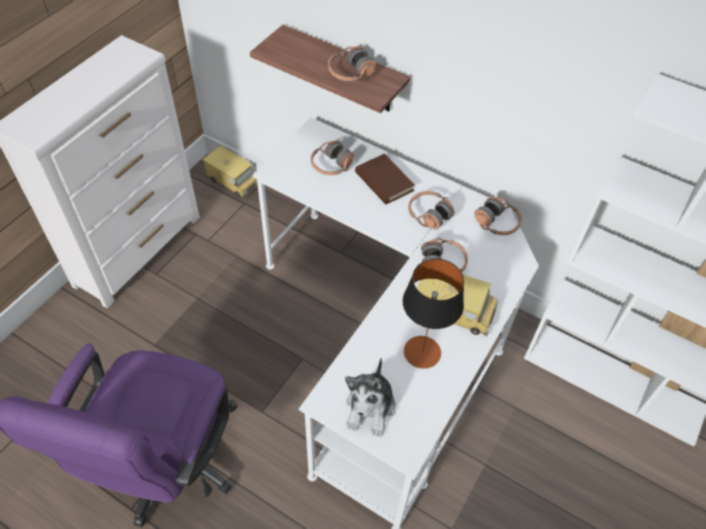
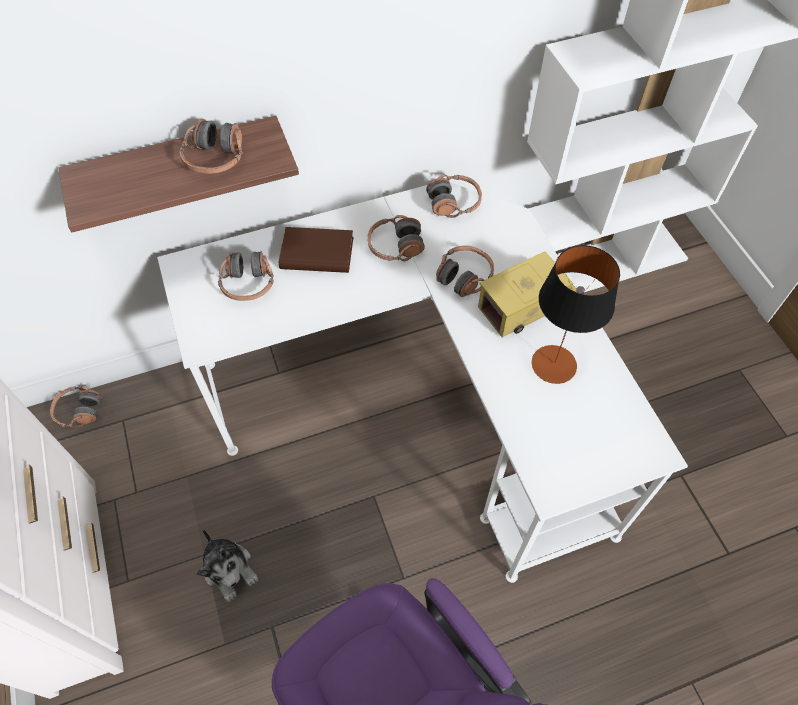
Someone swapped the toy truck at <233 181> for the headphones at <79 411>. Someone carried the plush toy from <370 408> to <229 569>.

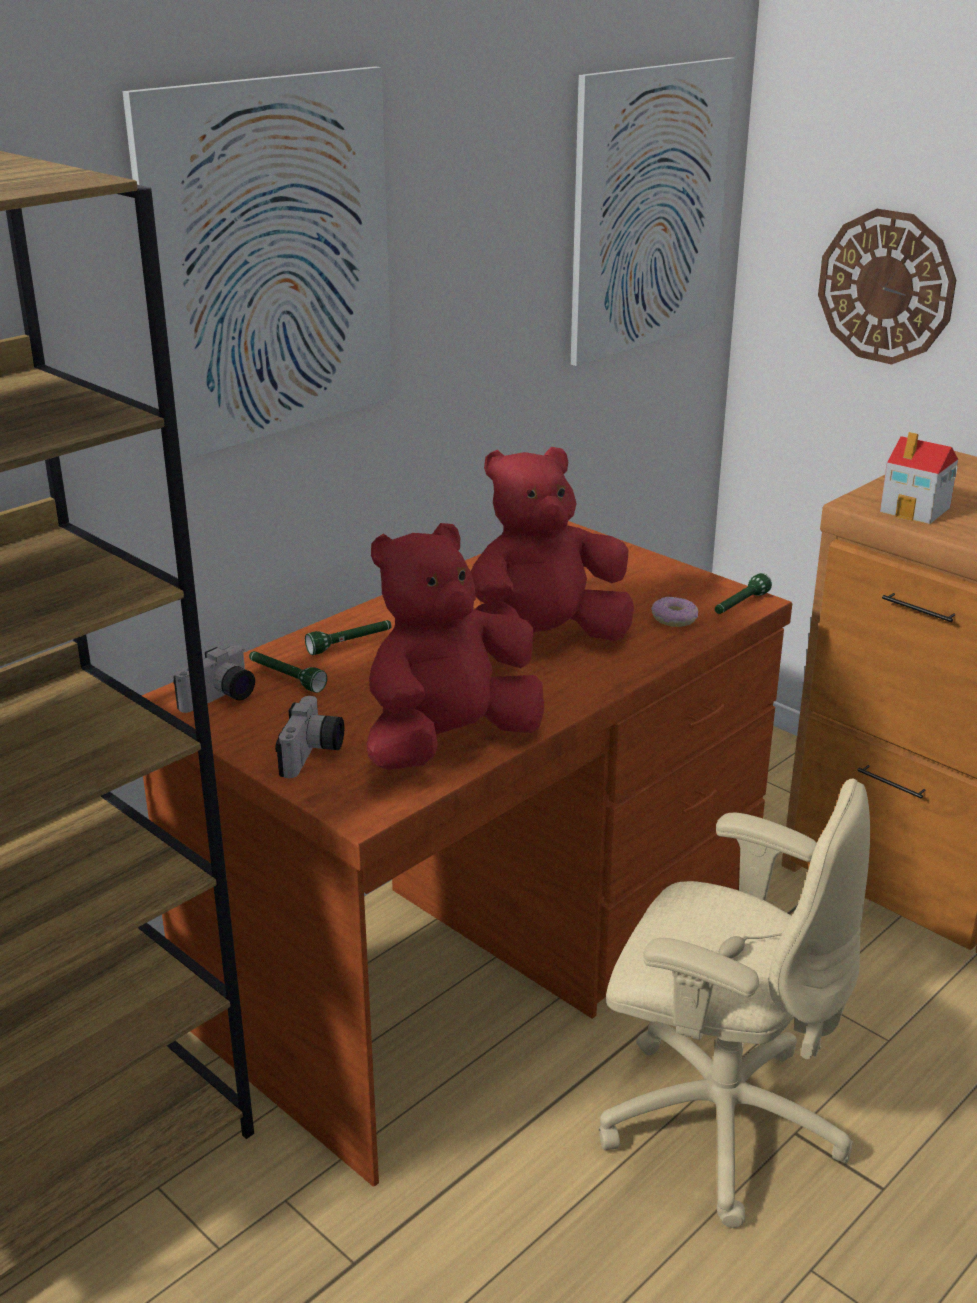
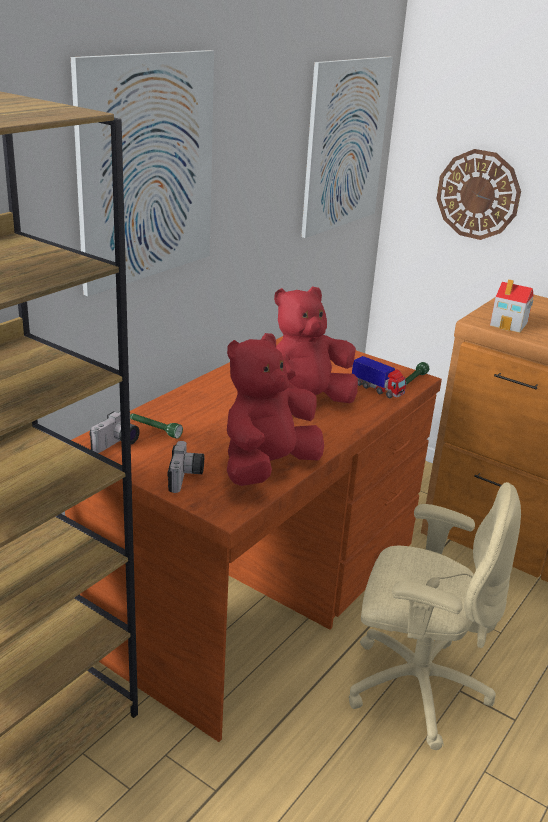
Someone swapped the donut at <674 618> for the toy truck at <377 389>. Someone took away the green flashlight at <350 644>.

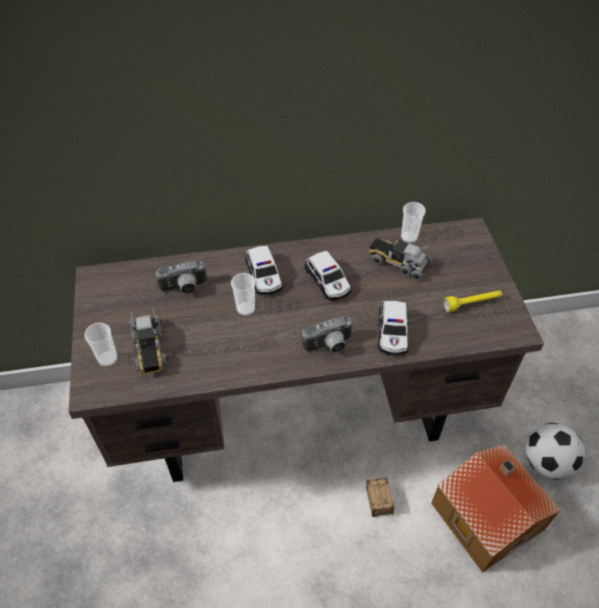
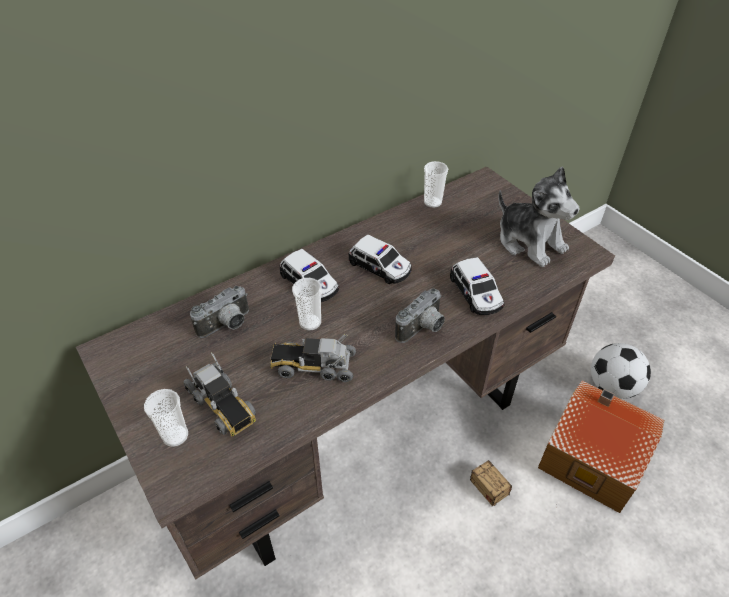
Someone carried the toy truck from <398 262> to <313 366>. Someone swapped the yellow flashlight at <472 303> for the plush toy at <530 242>.

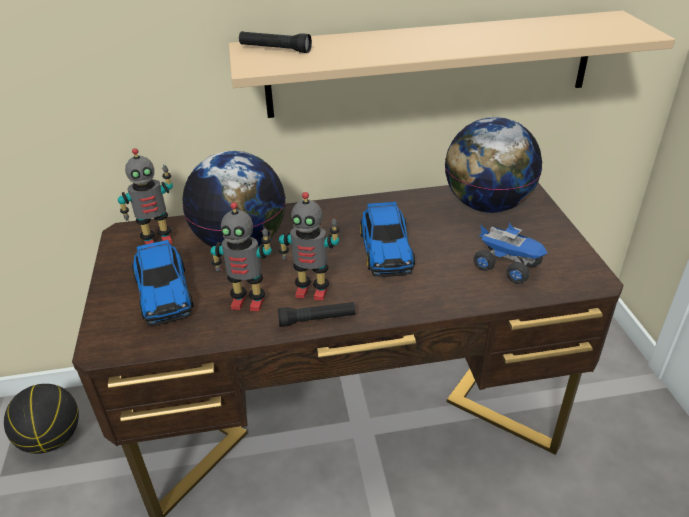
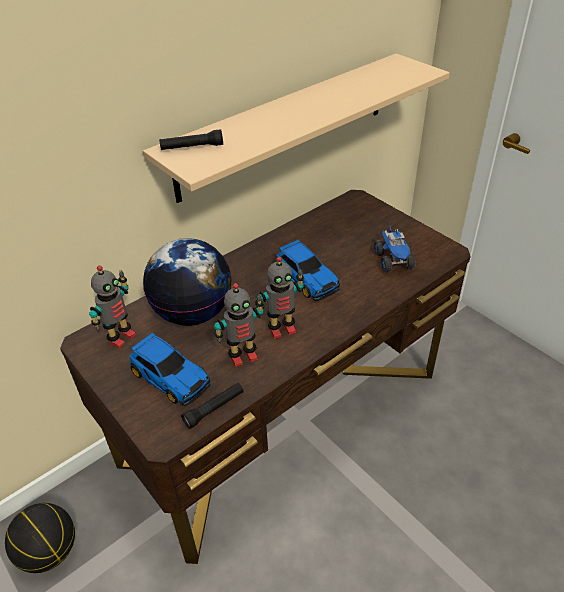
Someone carried the black flashlight from <317 319> to <214 409>. Someone rotated the toy truck at <507 267> by 75 degrees clockwise. Someone took away the globe at <486 205>.

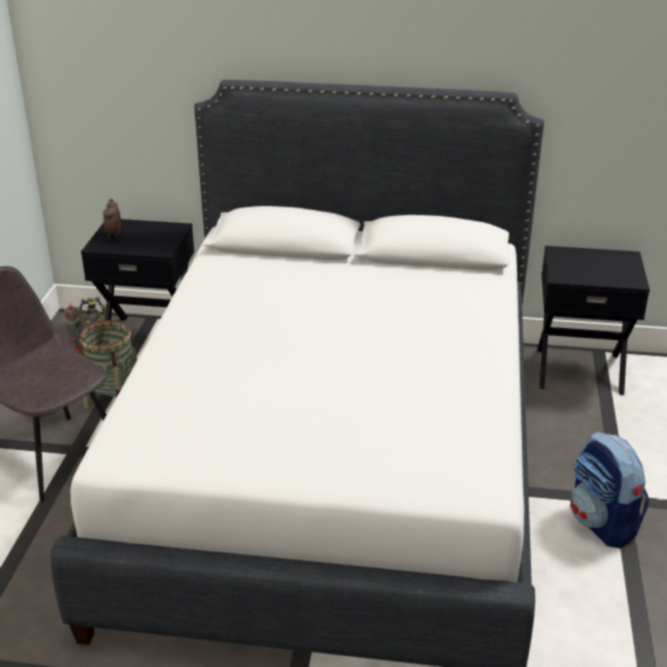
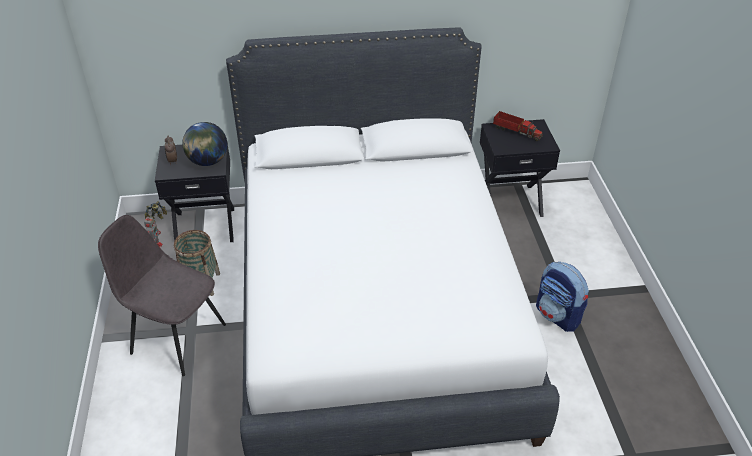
Someone put down the globe at <208 161>. Someone put down the toy truck at <516 131>.

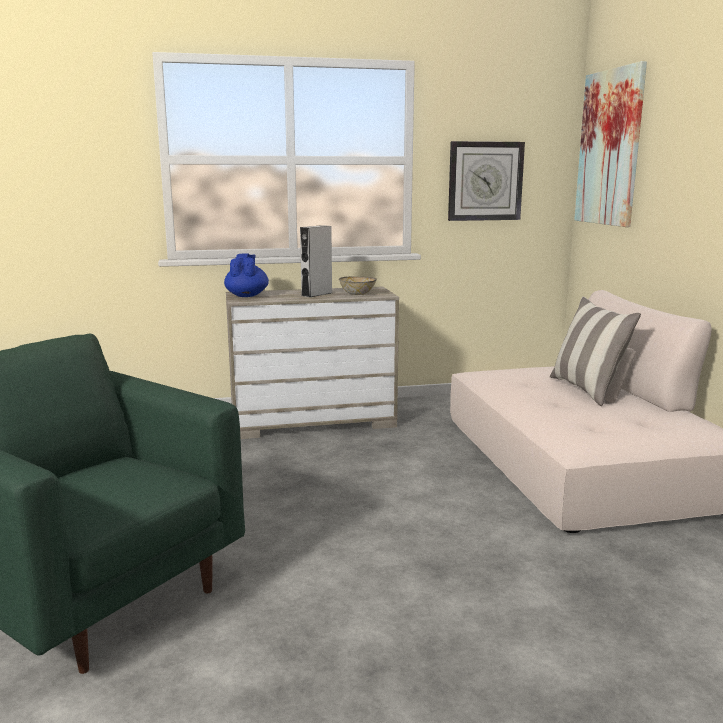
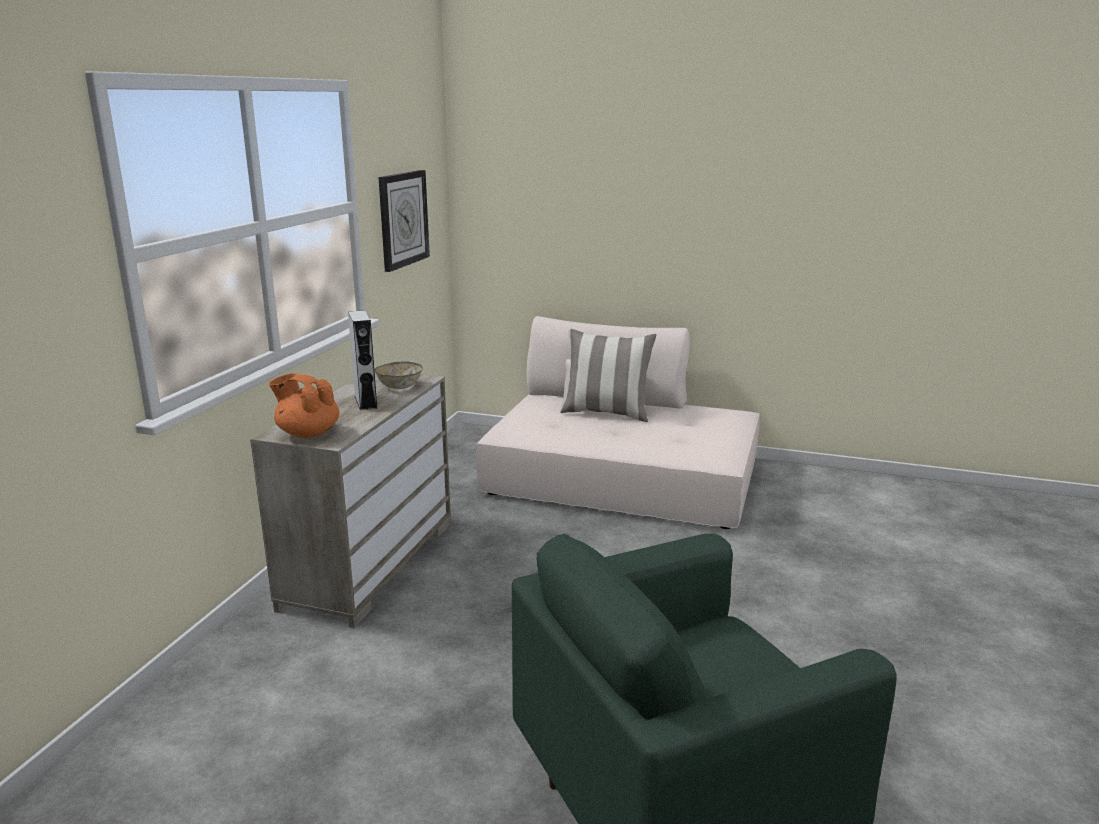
Someone repainted the blue teapot at <247 295>, which became the orange teapot at <308 433>. Someone took away the picture at <609 148>.

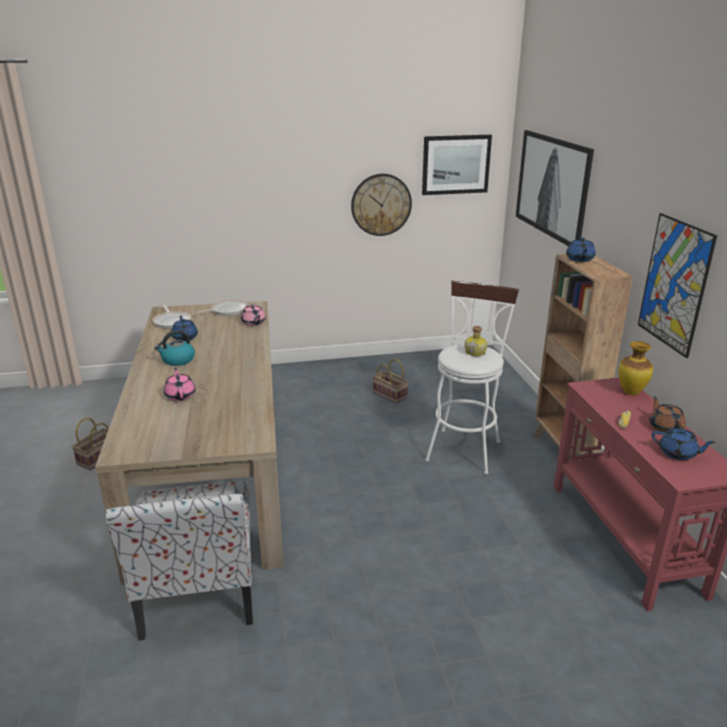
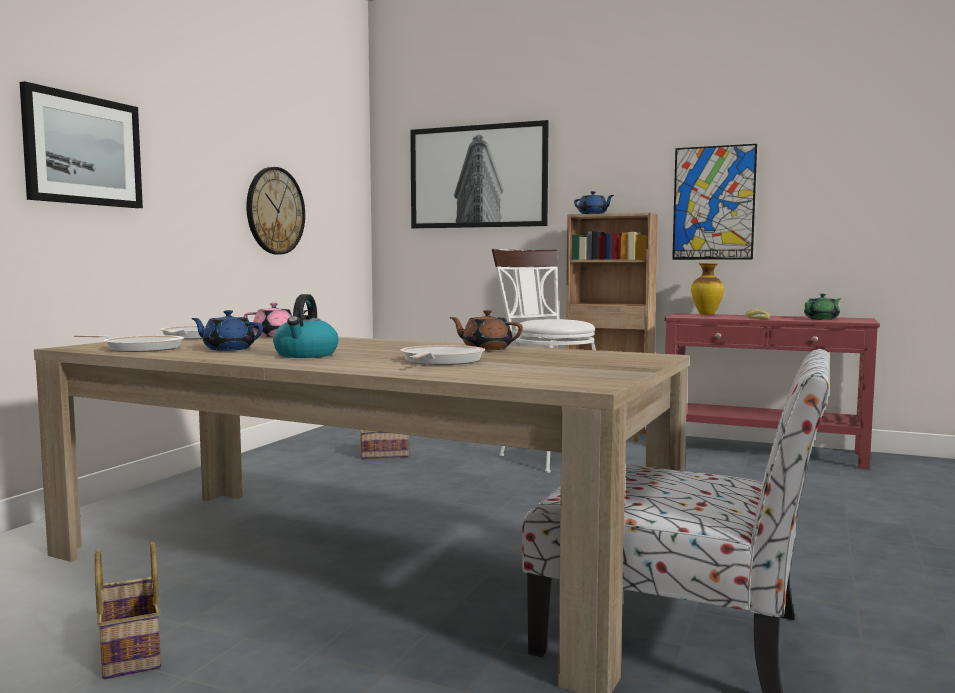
Someone carried the picture from <456 164> to <83 150>. Someone swapped the pink teapot at <180 395> for the frying pan at <440 361>. Someone carried the brown teapot from <665 427> to <486 349>. Someone repainted the blue teapot at <678 453>, which became the green teapot at <822 319>. Someone took away the bottle at <476 352>.

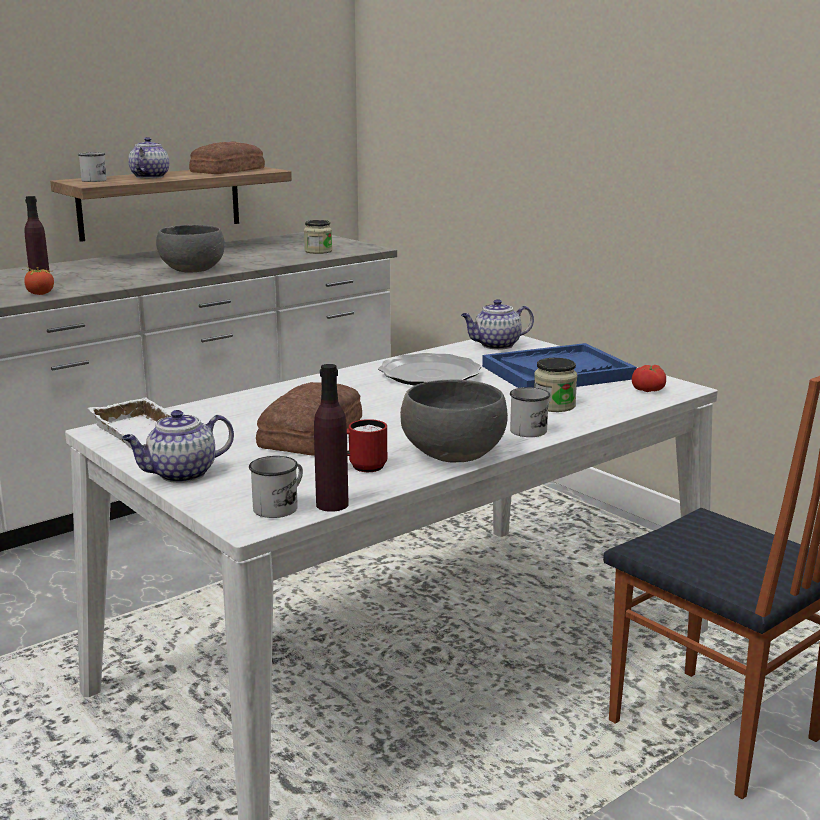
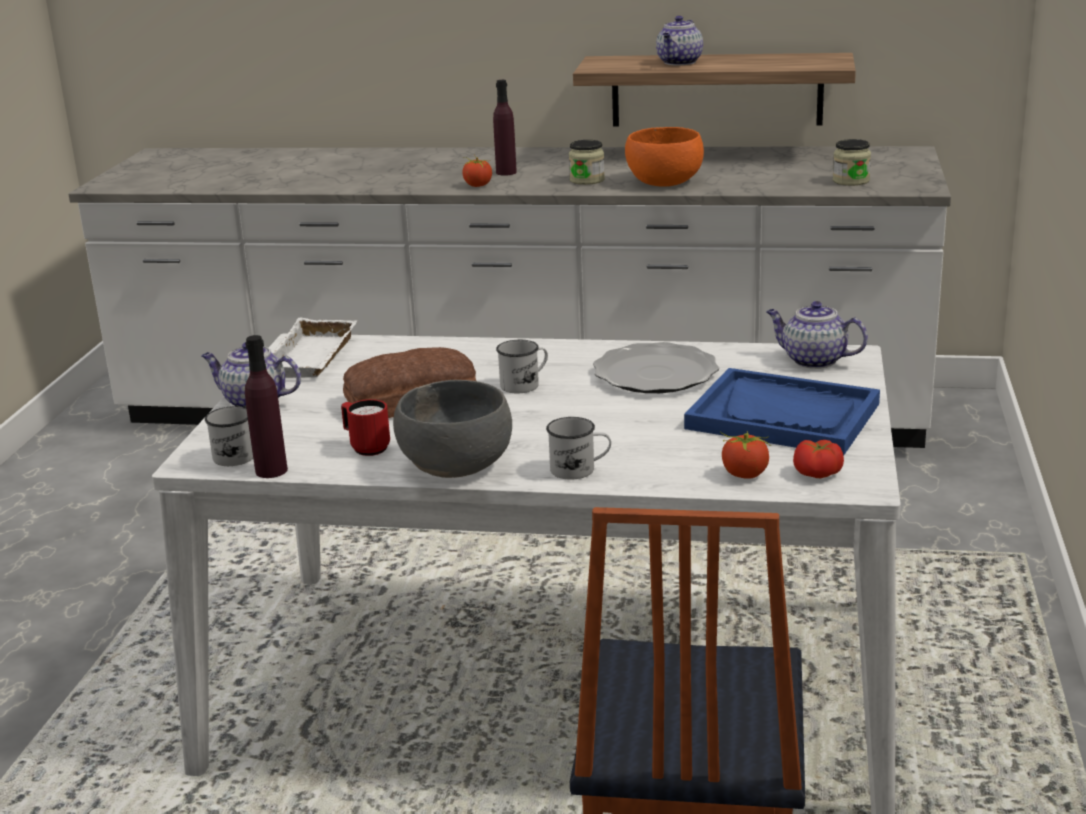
Someone carried the white mug from <95 180> to <525 384>. Someone carried the jar from <554 405> to <587 180>. Someone repainted the grey bowl at <192 269>, which became the orange bowl at <665 181>. Someone rotated the teapot at <150 177> by 150 degrees clockwise. Someone put down the tomato at <744 474>. Someone took away the bread at <226 170>.

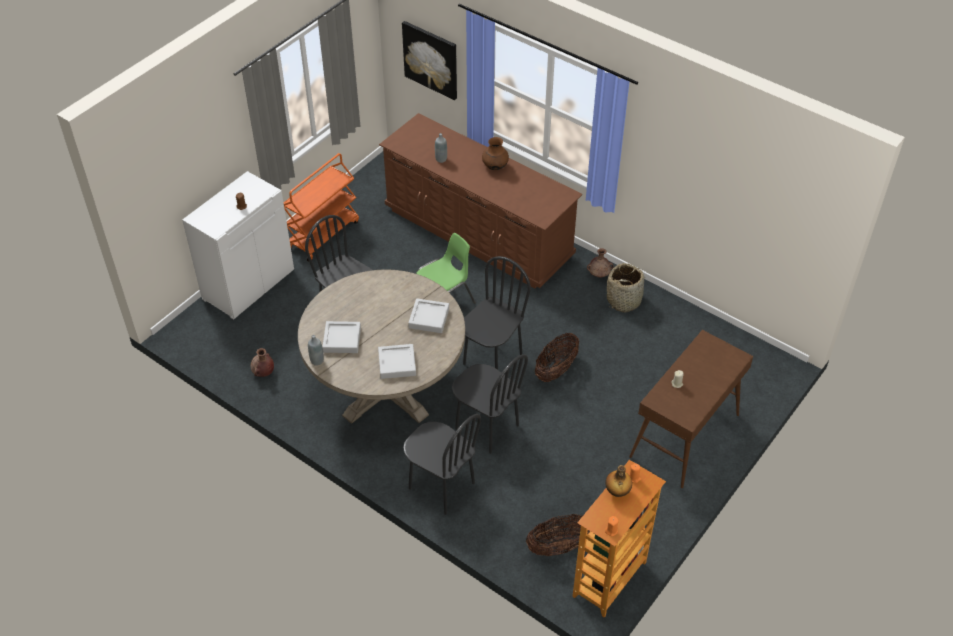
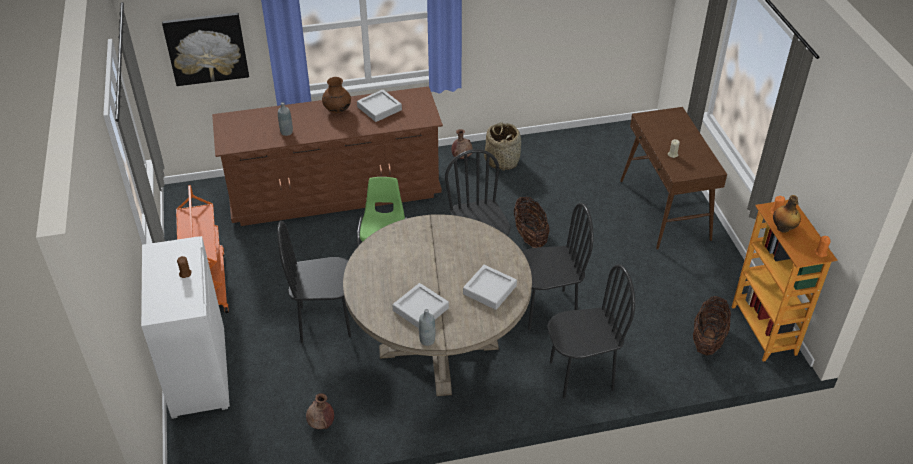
Someone carried the grey tray from <429 318> to <379 108>.

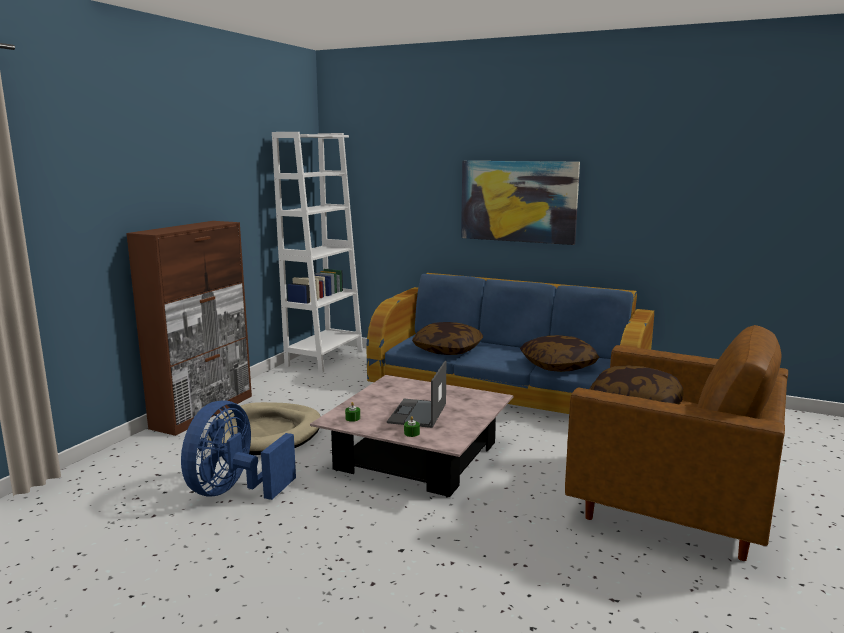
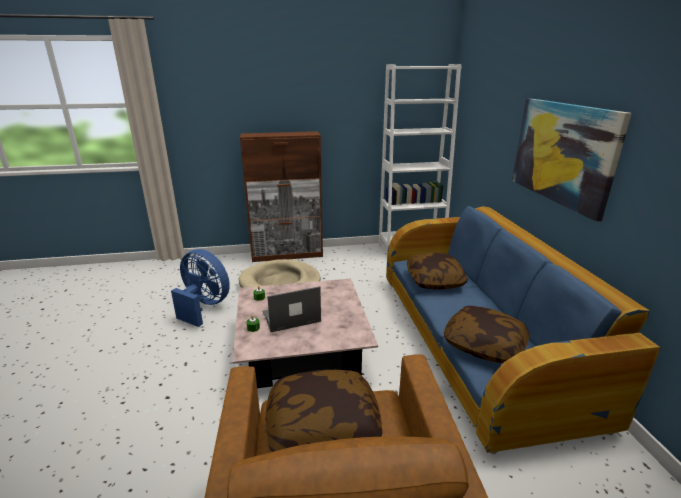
Someone rotated the blue fan at <234 491> by 45 degrees clockwise.

